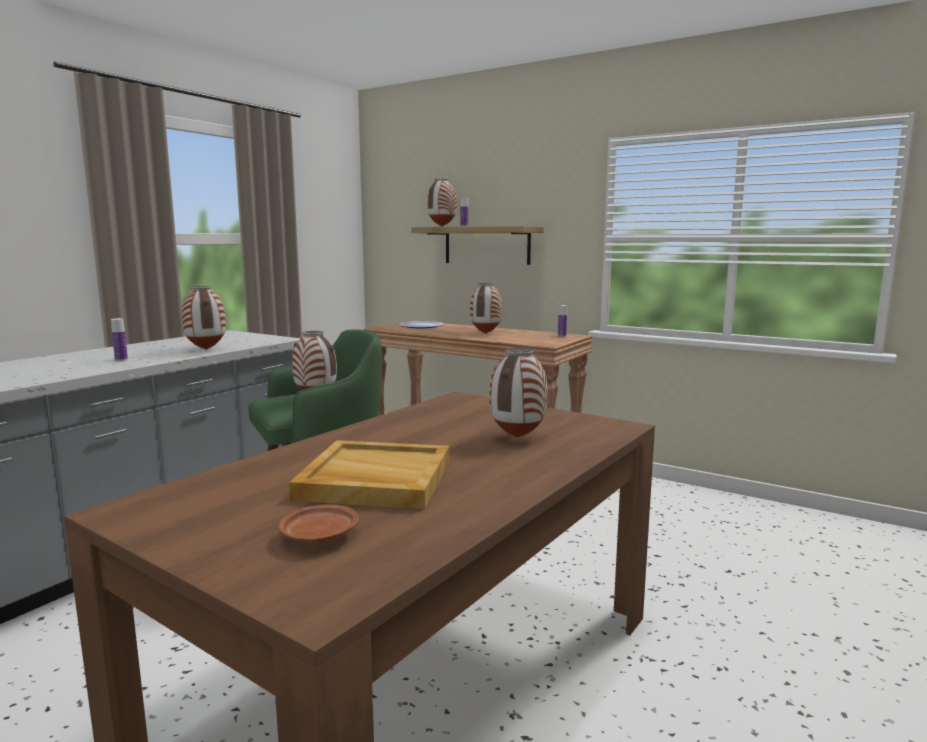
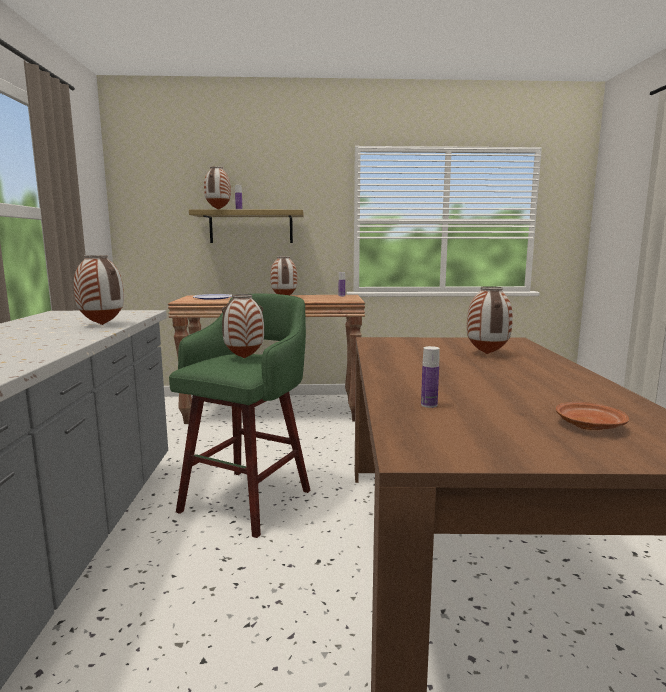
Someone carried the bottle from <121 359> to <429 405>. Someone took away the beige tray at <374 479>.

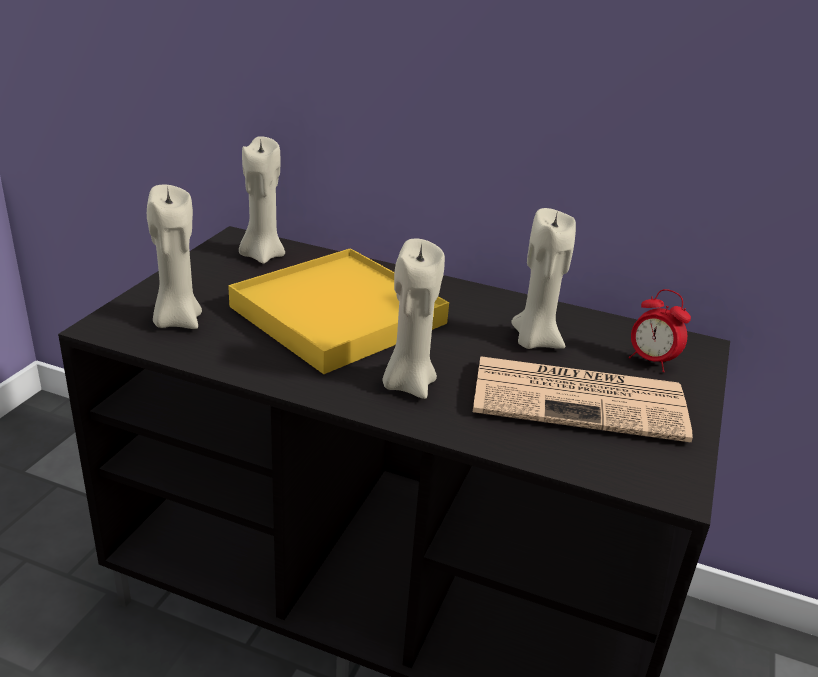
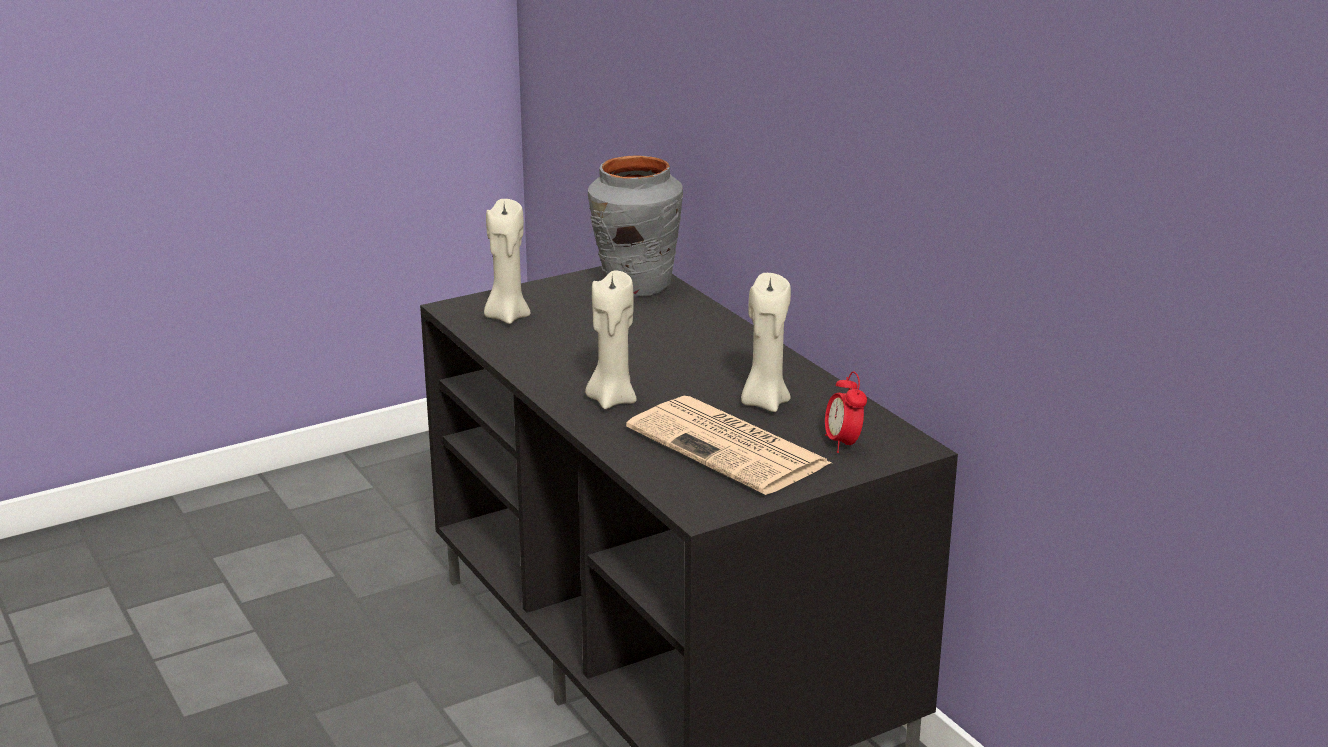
Someone swapped the beige candle at <262 255> for the grey vase at <636 286>. Someone took away the yellow tray at <338 315>.

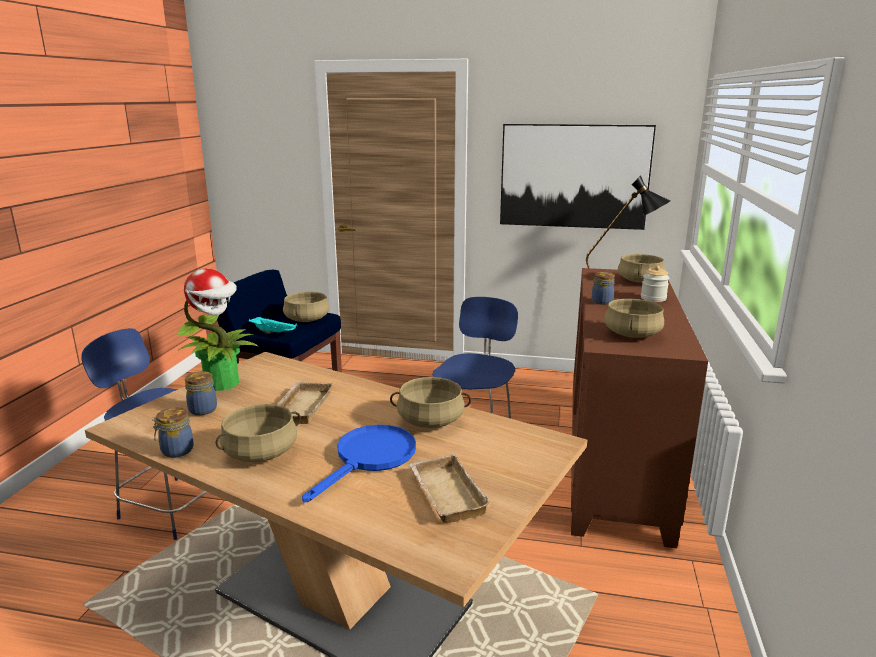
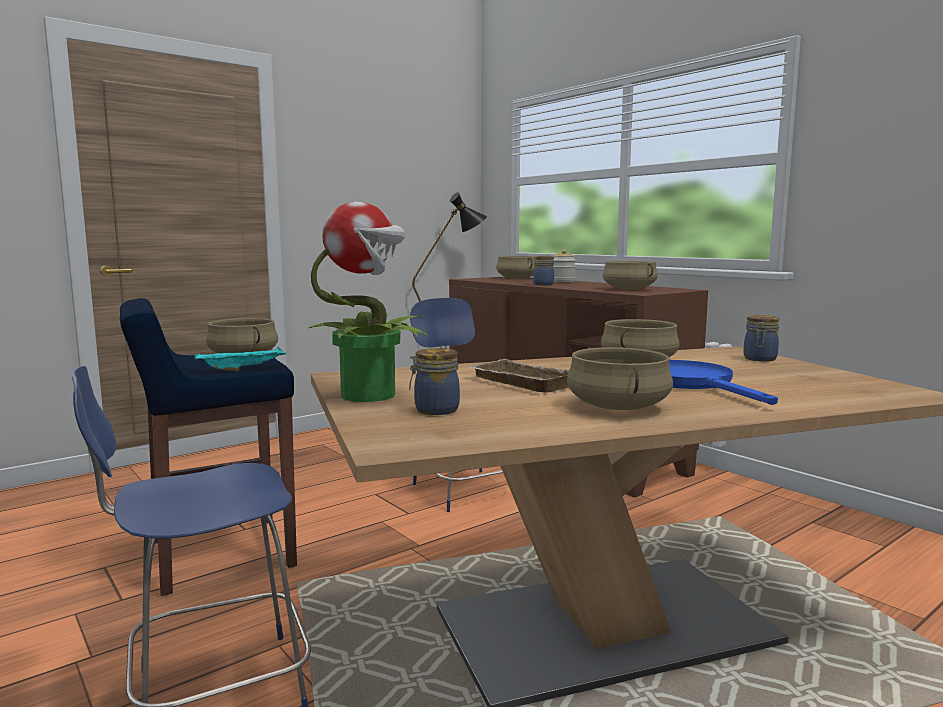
Someone carried the jar from <176 451> to <759 359>. Someone took away the beige tray at <444 494>. Someone took away the picture at <574 176>.

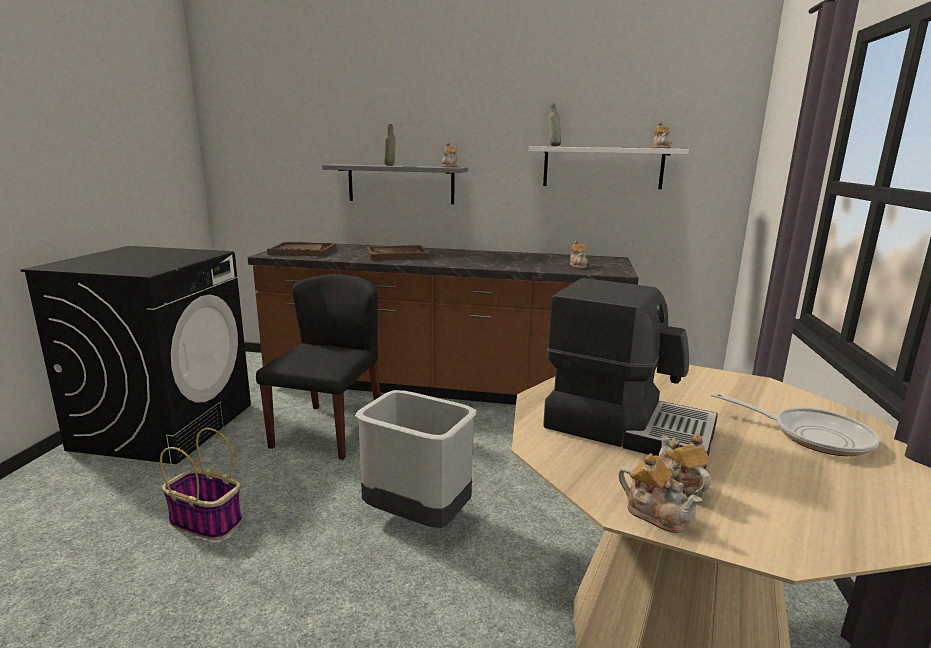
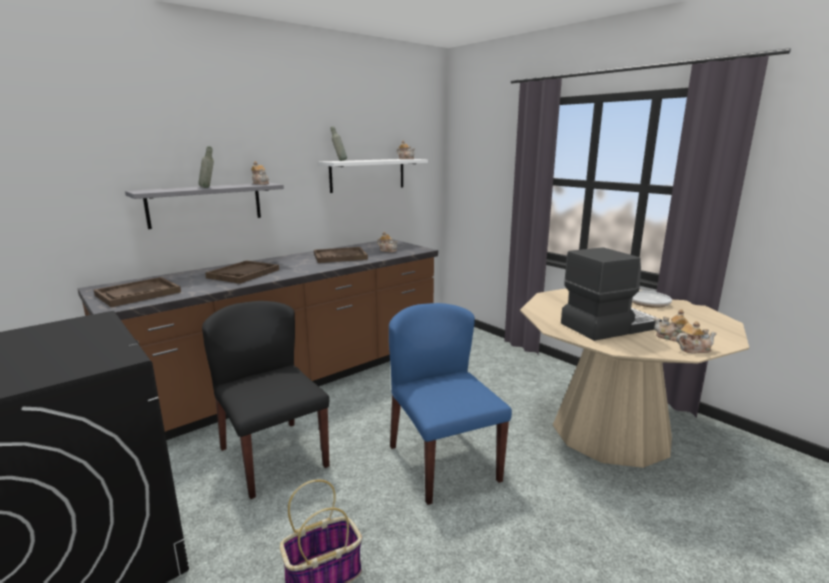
Someone put down the brown tray at <340 257>. Someone swapped the grey trash can at <419 517> for the blue chair at <443 462>.

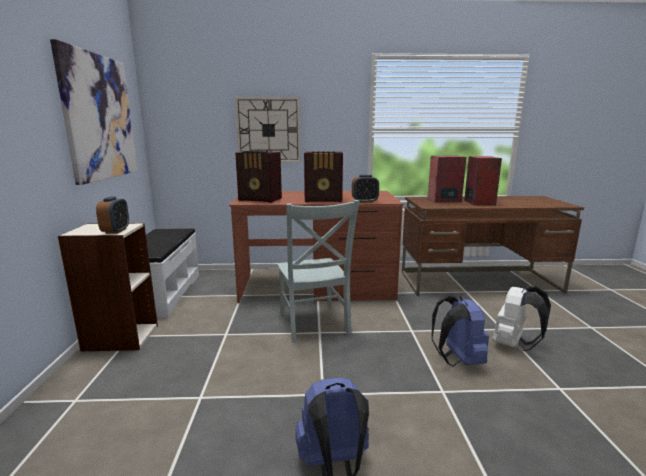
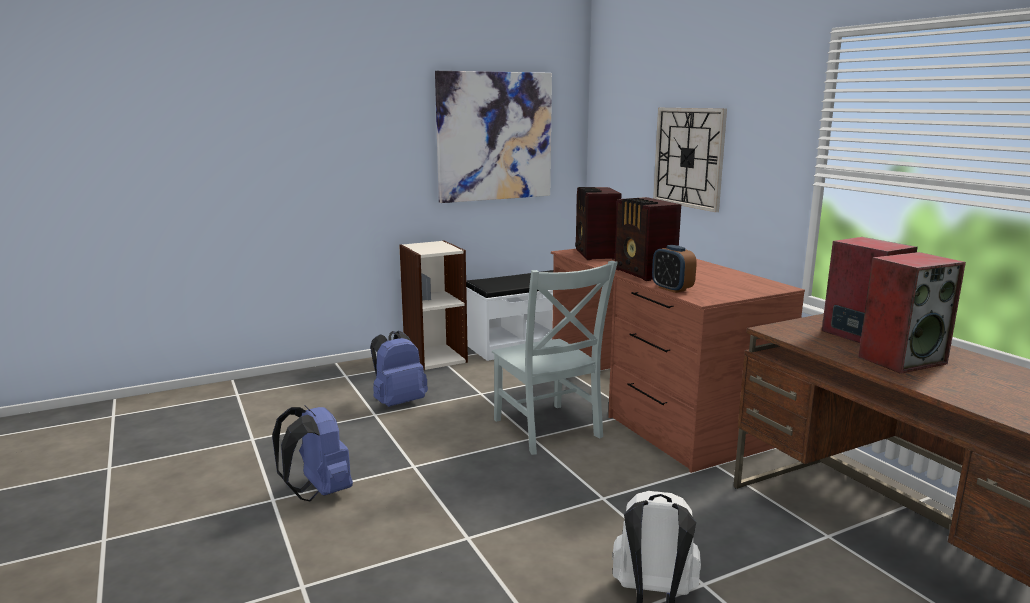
Someone carried the blue backpack from <458 360> to <398 402>. Someone rotated the grey chair at <314 324> by 75 degrees counterclockwise. Someone took away the alarm clock at <116 231>.

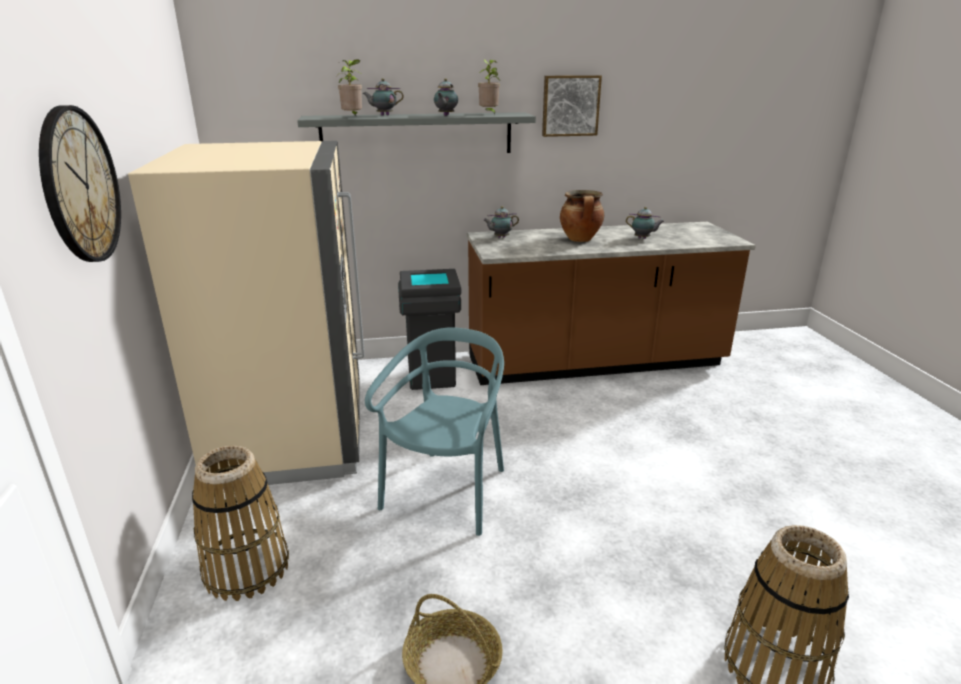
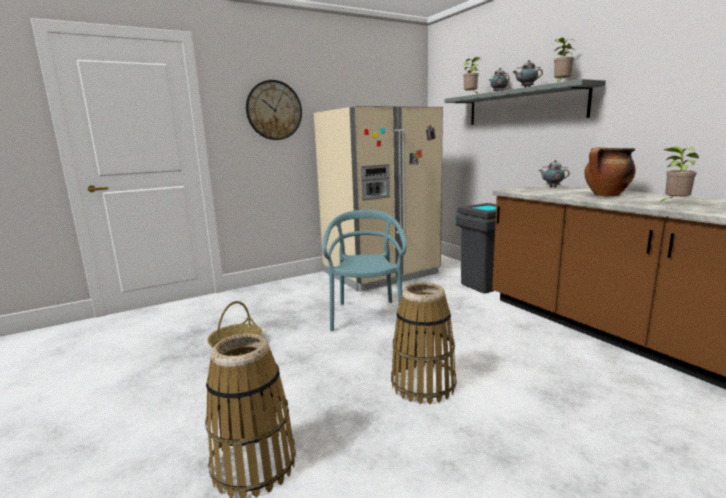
Someone rotated the turquoise chair at <447 491> by 90 degrees counterclockwise. Someone carried the basket from <246 568> to <423 384>. Someone swapped the teapot at <643 238> for the potted plant at <674 203>. Someone took away the picture at <570 105>.

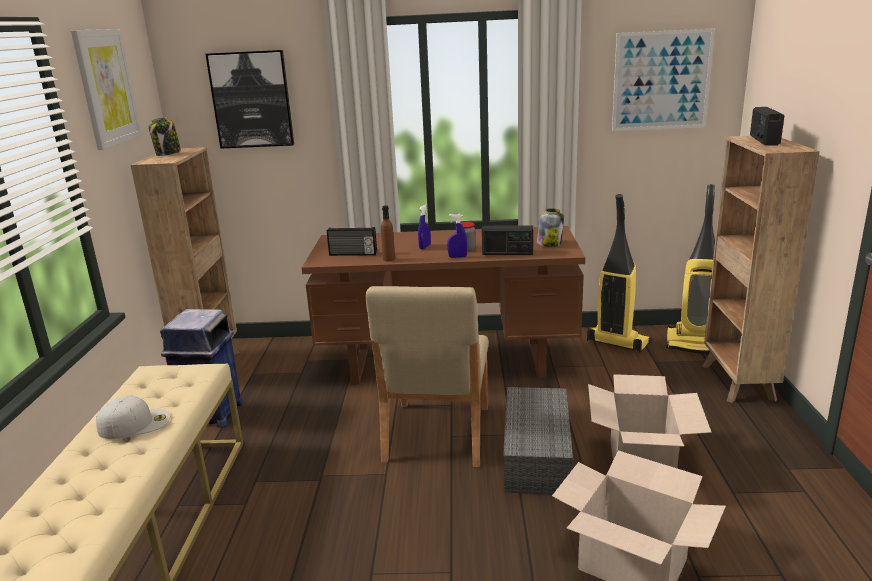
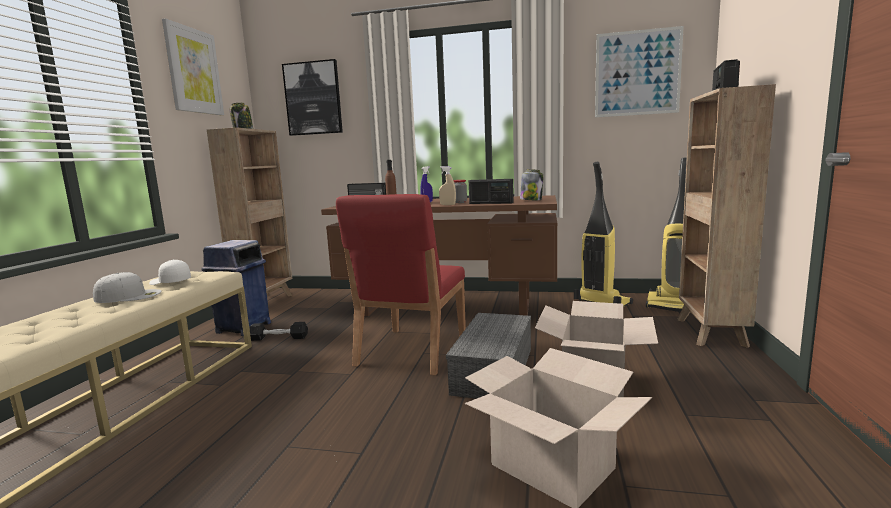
Someone put down the white cap at <170 282>. Someone put down the black dumbbell at <278 338>. Someone repainted the beige chair at <436 434>, which became the red chair at <411 351>. Someone repainted the blue spray bottle at <457 257>, which became the beige spray bottle at <447 205>.

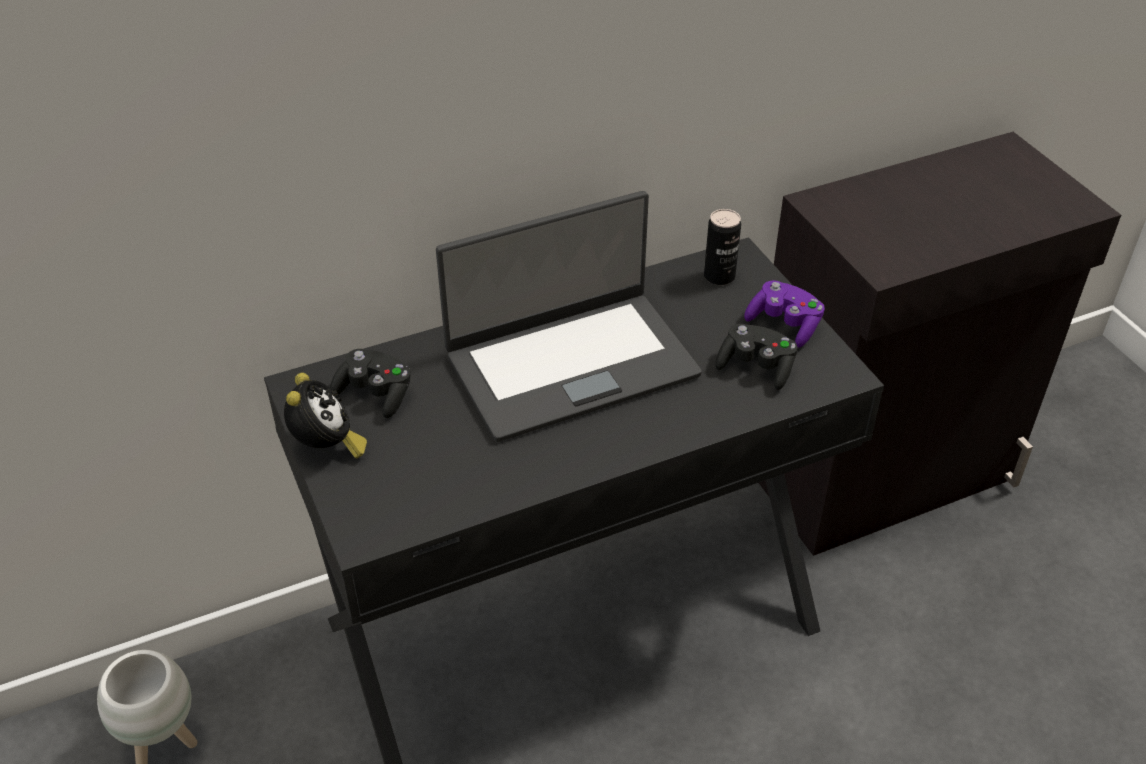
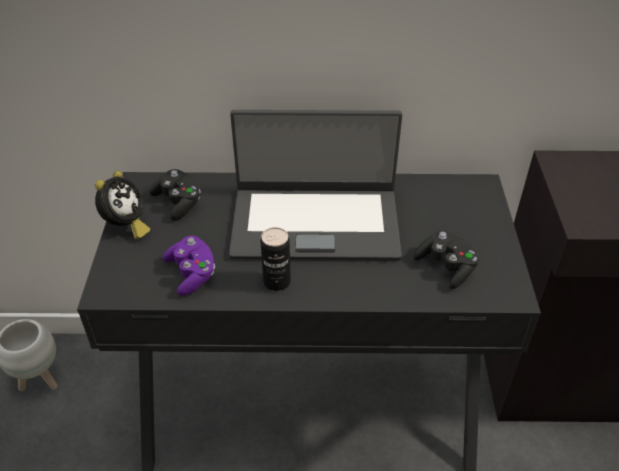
Someone carried the purple game controller from <784 325> to <192 274>. Someone carried the can from <719 276> to <277 282>.

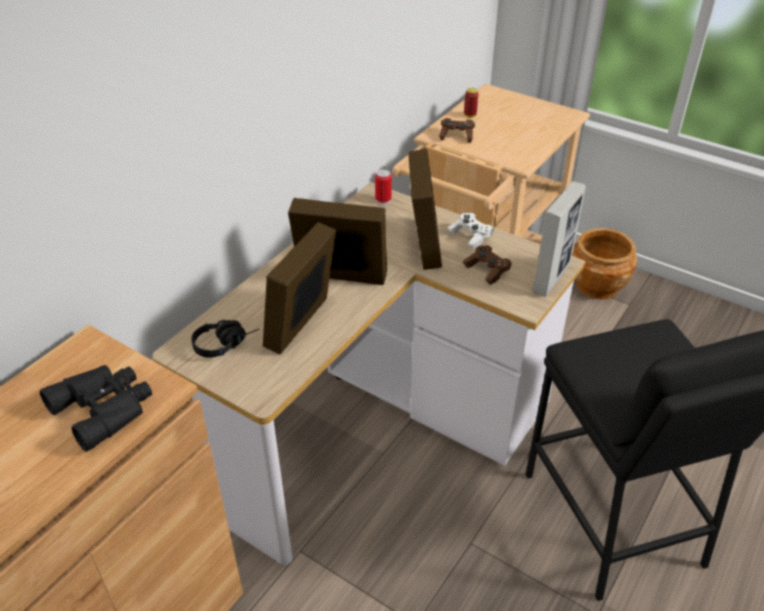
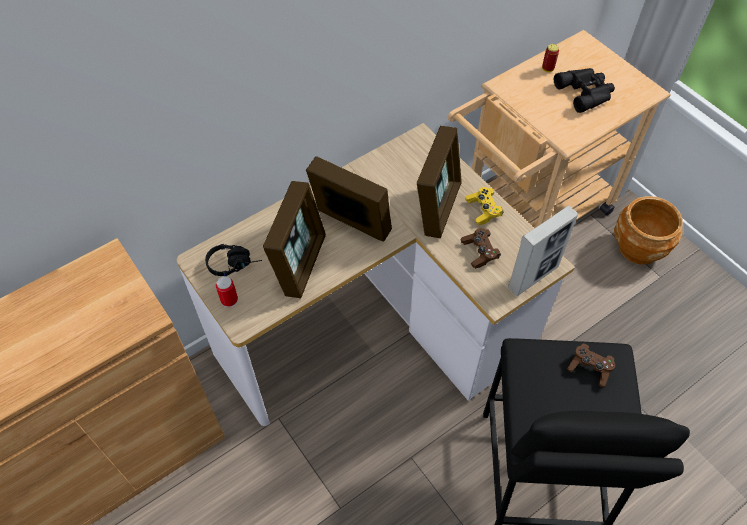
Someone carried the can from <383 200> to <229 300>. Someone rotated the picture frame at <302 325> by 150 degrees clockwise. Someone repainted the white game controller at <470 236>, which became the yellow game controller at <483 210>. Someone carried the black binoculars from <105 407> to <586 92>. Someone carried the brown game controller from <456 136> to <589 368>.

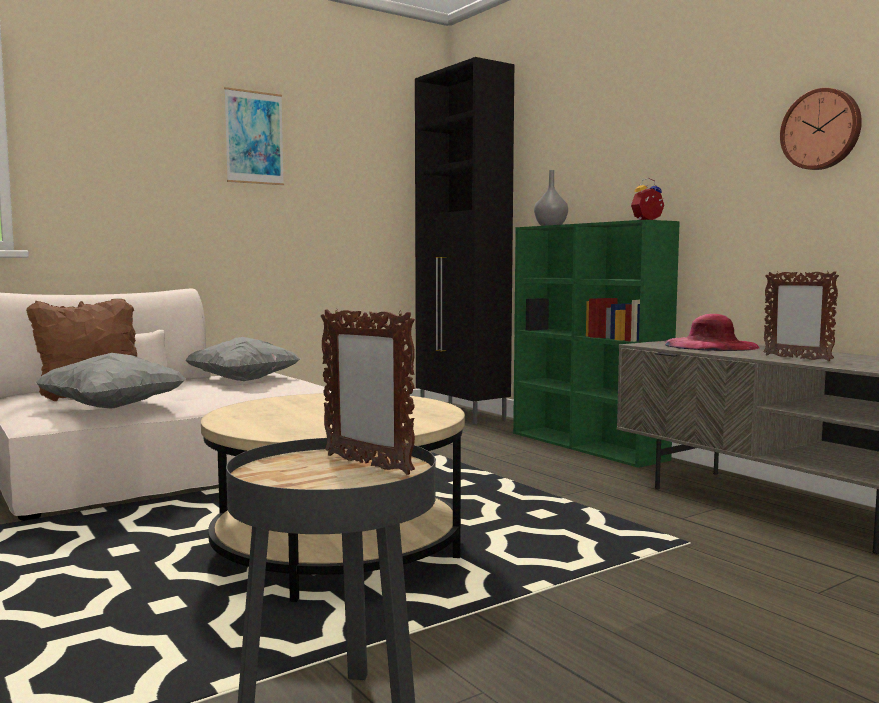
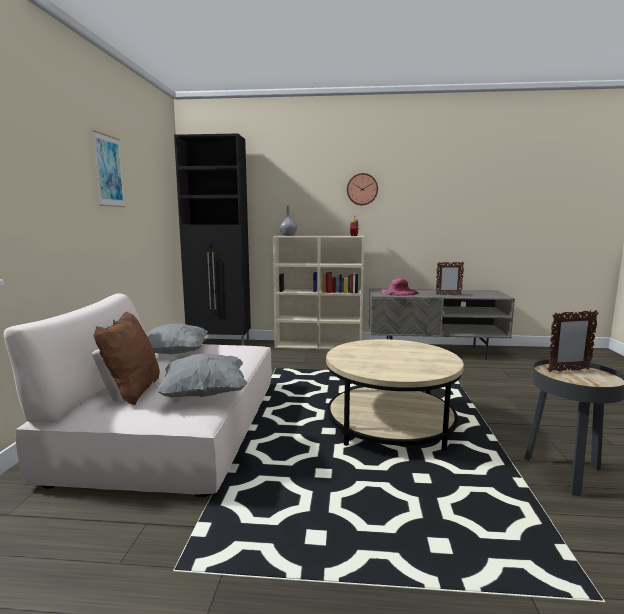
Someone repainted the green bookcase at <588 446>, which became the beige bookcase at <319 345>. Someone carried the wall clock from <821 129> to <362 189>.

